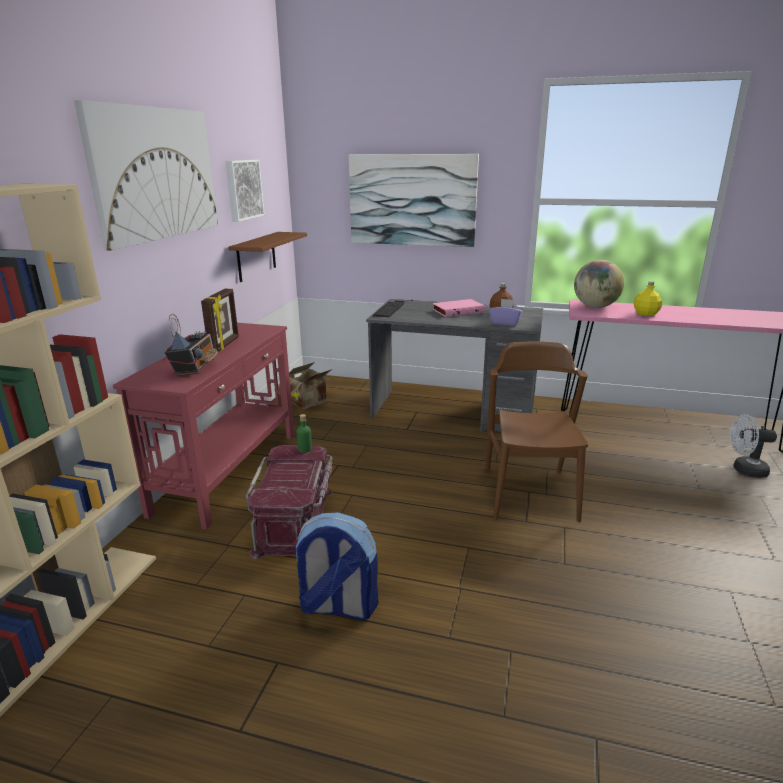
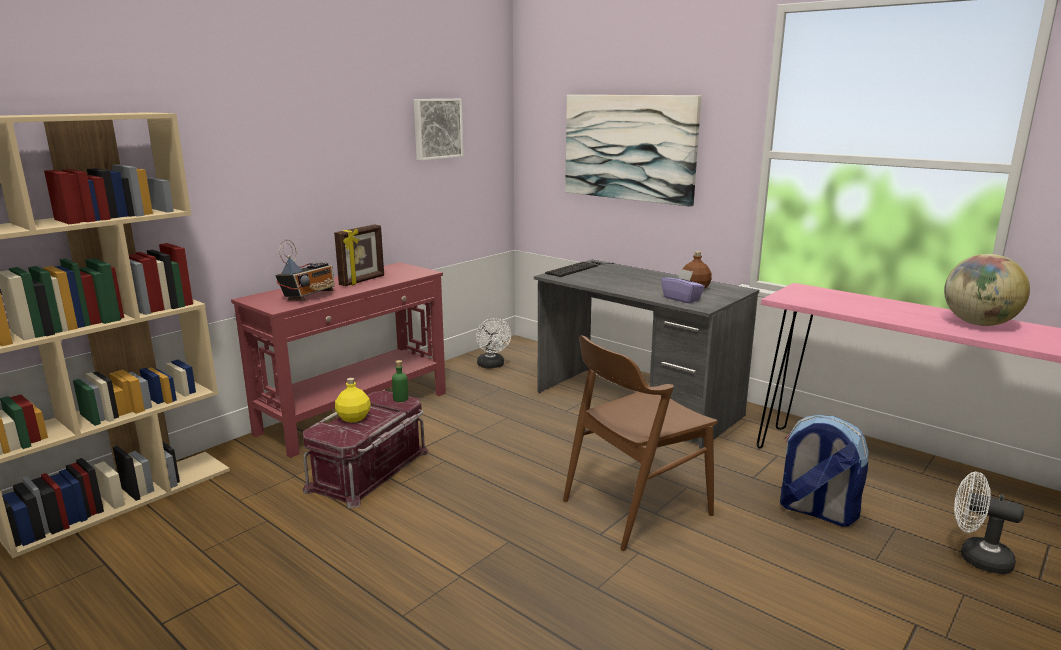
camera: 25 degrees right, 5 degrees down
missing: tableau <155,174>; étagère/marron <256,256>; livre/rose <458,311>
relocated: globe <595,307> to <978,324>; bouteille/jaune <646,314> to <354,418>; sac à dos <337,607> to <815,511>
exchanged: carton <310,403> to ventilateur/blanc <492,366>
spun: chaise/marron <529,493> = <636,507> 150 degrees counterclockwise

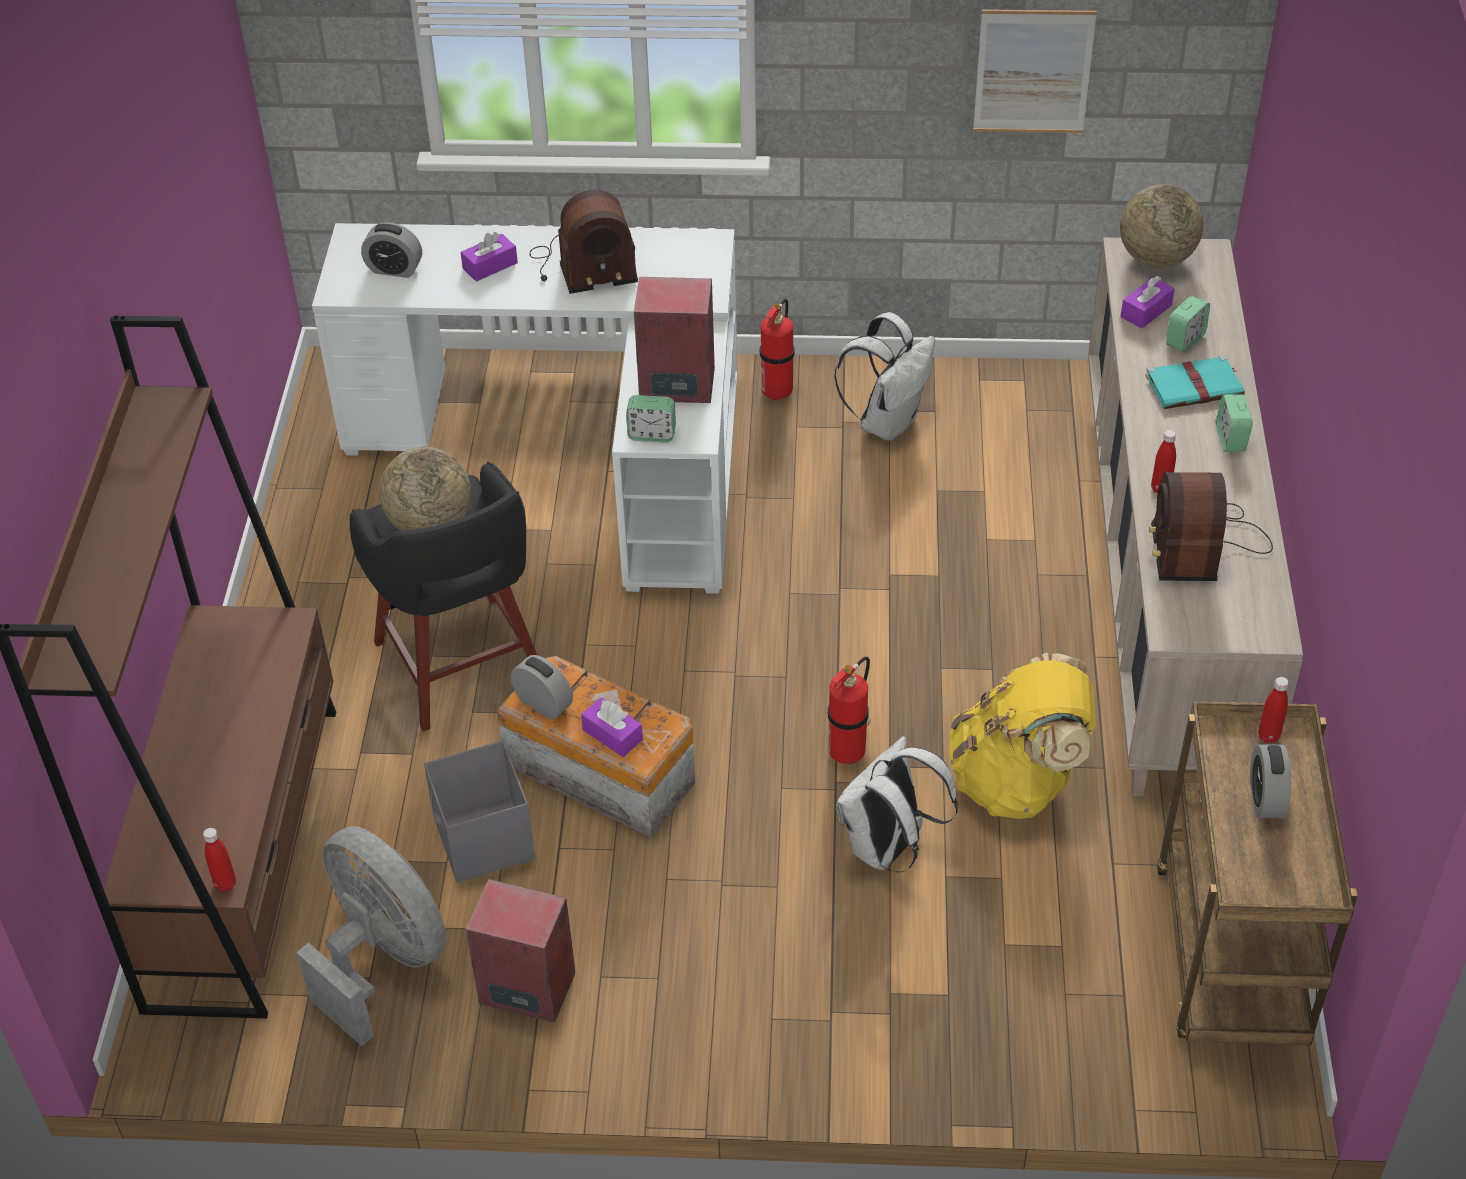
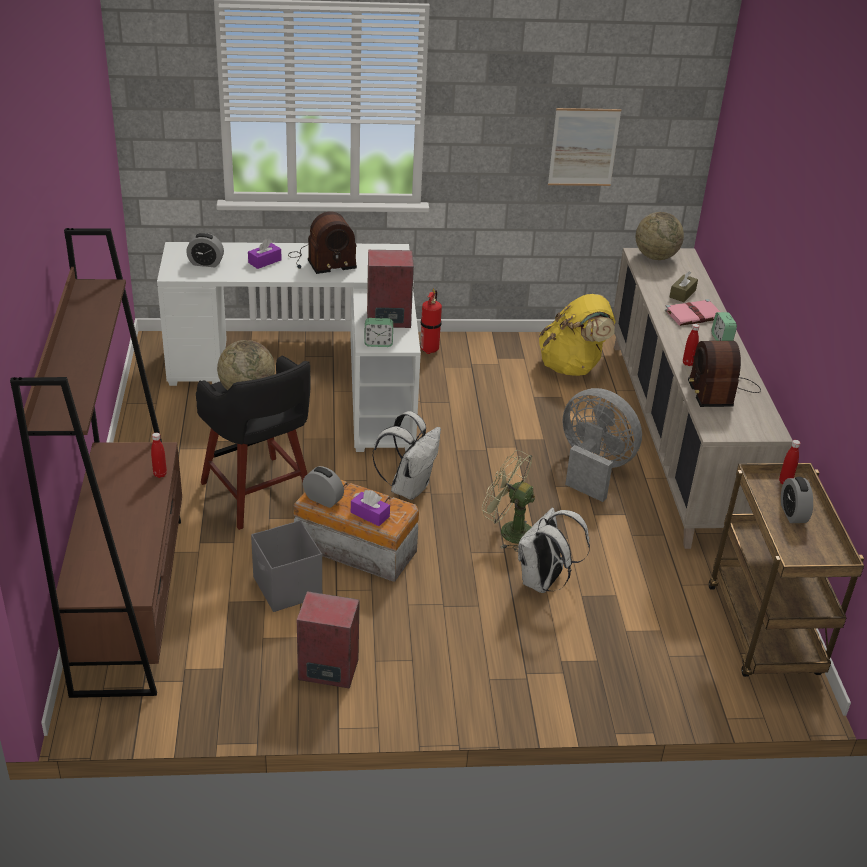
camera: 10 degrees left, 10 degrees down
missing: boîte à mouchoirs/violet <1146,311>
relocated: sac à dos/blanc <887,421> to <409,487>; sac à dos/jaune <1017,781> to <572,366>; ventilateur/gris <382,959> to <593,469>; bouteille/rouge <225,884> to <160,474>
exchanged: réveil <1185,340> to boîte à mouchoirs/marron <682,294>; extincteur <849,751> to ventilateur/vert <509,531>
colour: livre/turquoise <1195,386> to livre/rose <694,315>

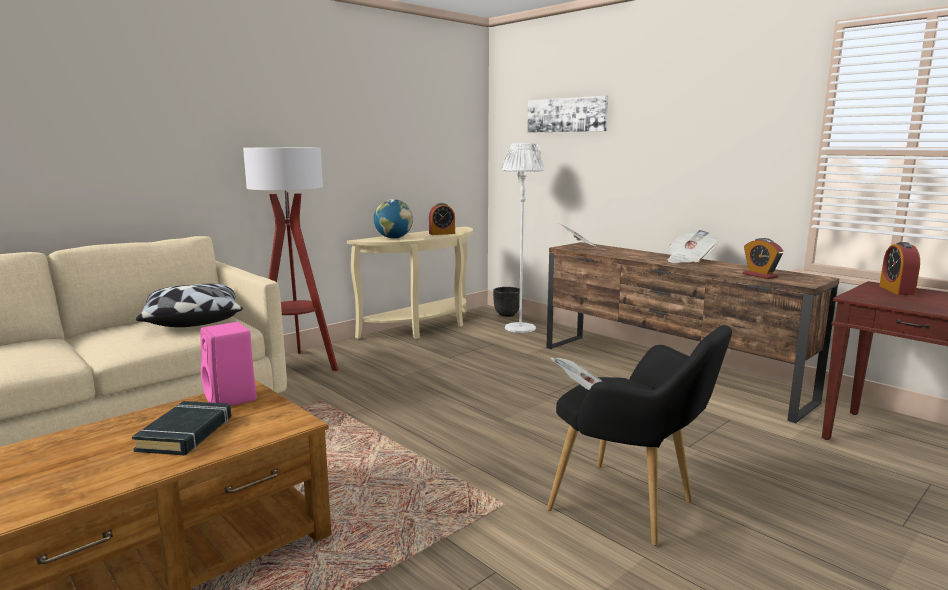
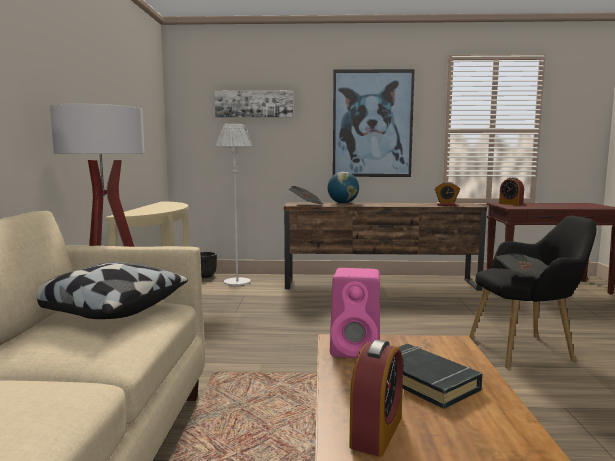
camera: 45 degrees left, 5 degrees down
missing: journal <689,260>
appeared: tableau <372,124>
relocated: globe <393,238> to <343,203>; réveil <442,233> to <376,432>

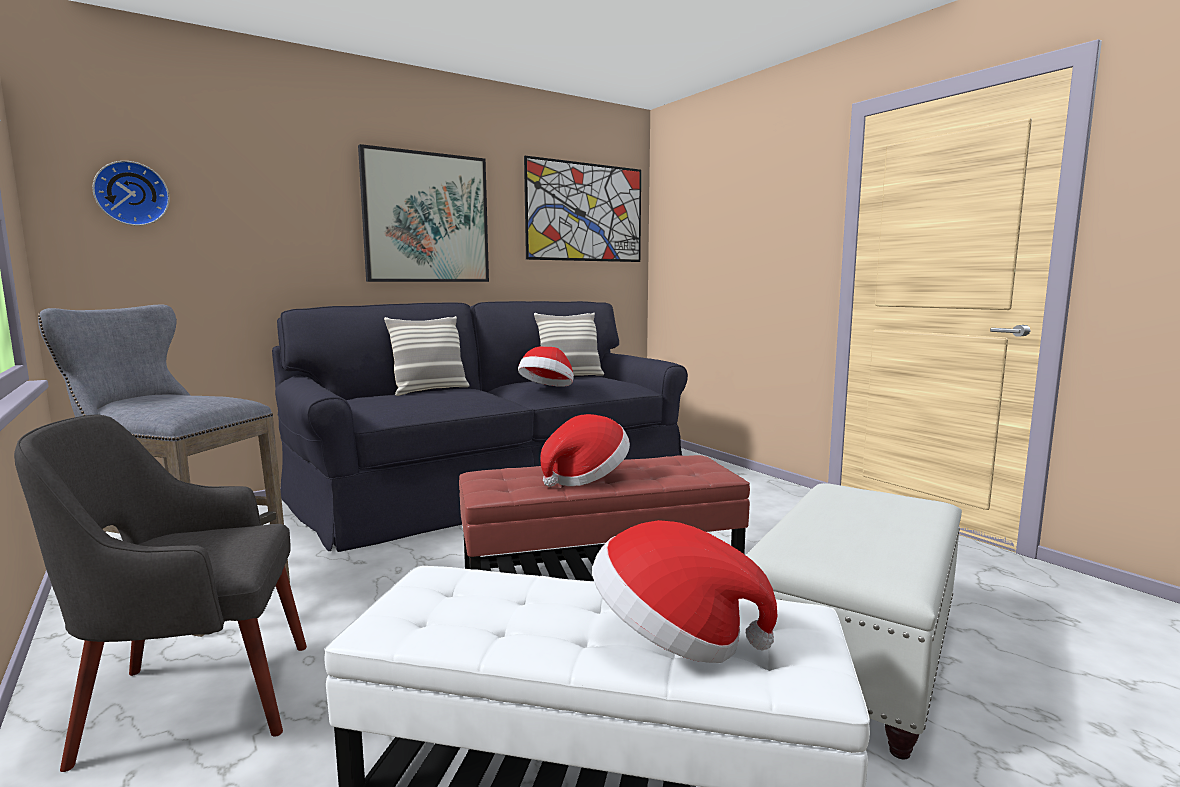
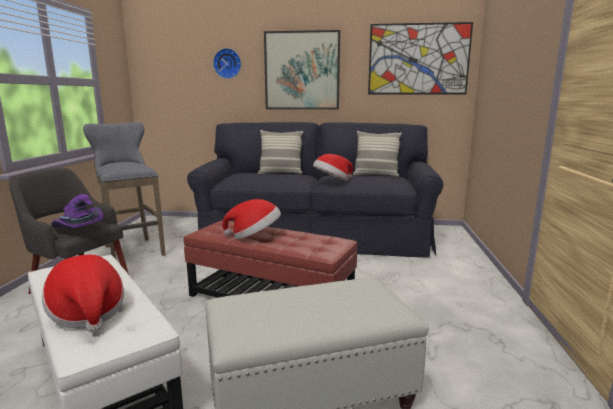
camera: 40 degrees right, 5 degrees up
appeared: chapeau/violet <77,229>
relocated: horloge murale <132,194> to <227,63>

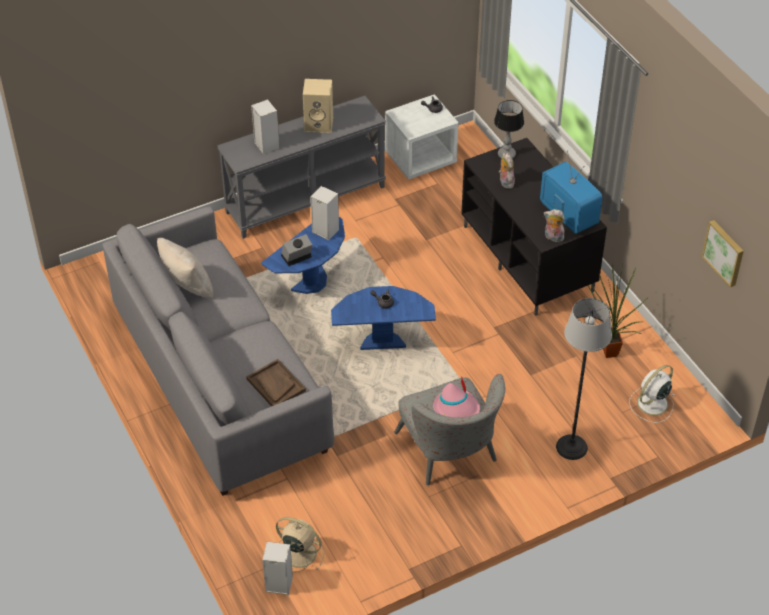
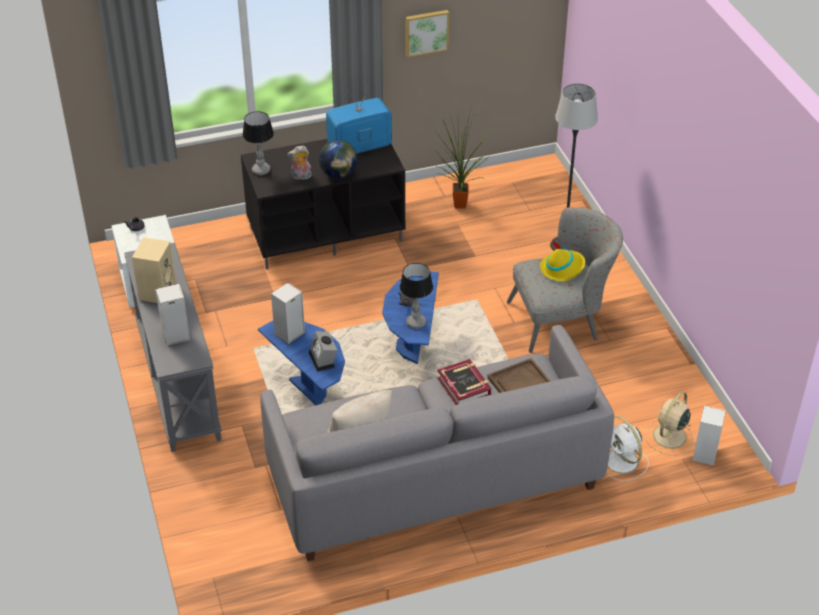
camera: 80 degrees left, 5 degrees down
missing: peluche <553,238>
appeared: globe <339,174>; lampe de table <416,322>; livre <464,387>
relocated: tableau <724,252> to <426,32>; ventilateur/blanc <651,404> to <622,462>
colour: chapeau/rose <457,408> to chapeau/jaune <562,268>

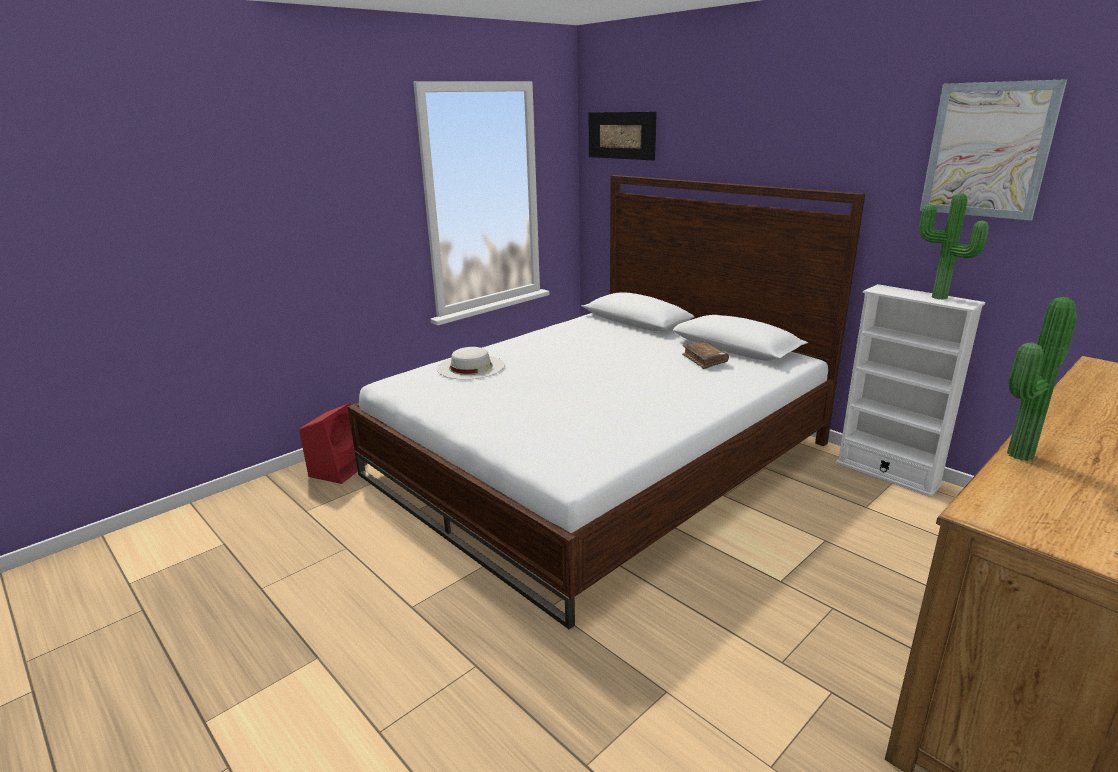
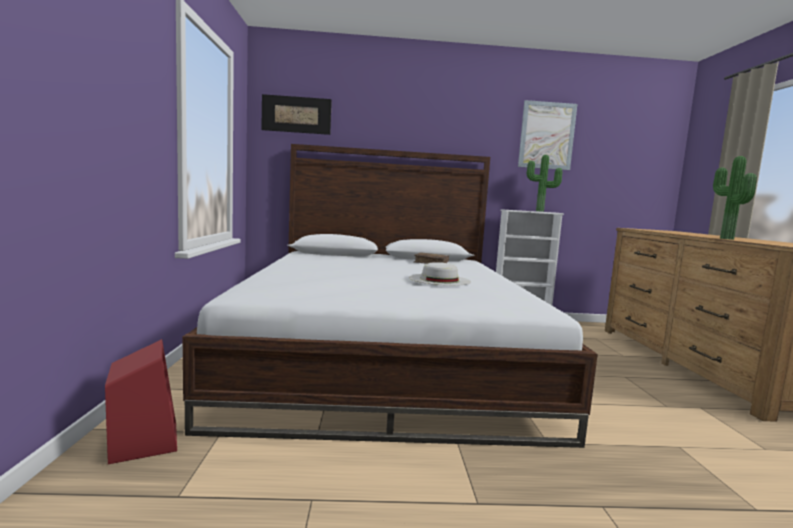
camera: 50 degrees left, 15 degrees down
relocated: chapeau/blanc <471,367> to <439,279>

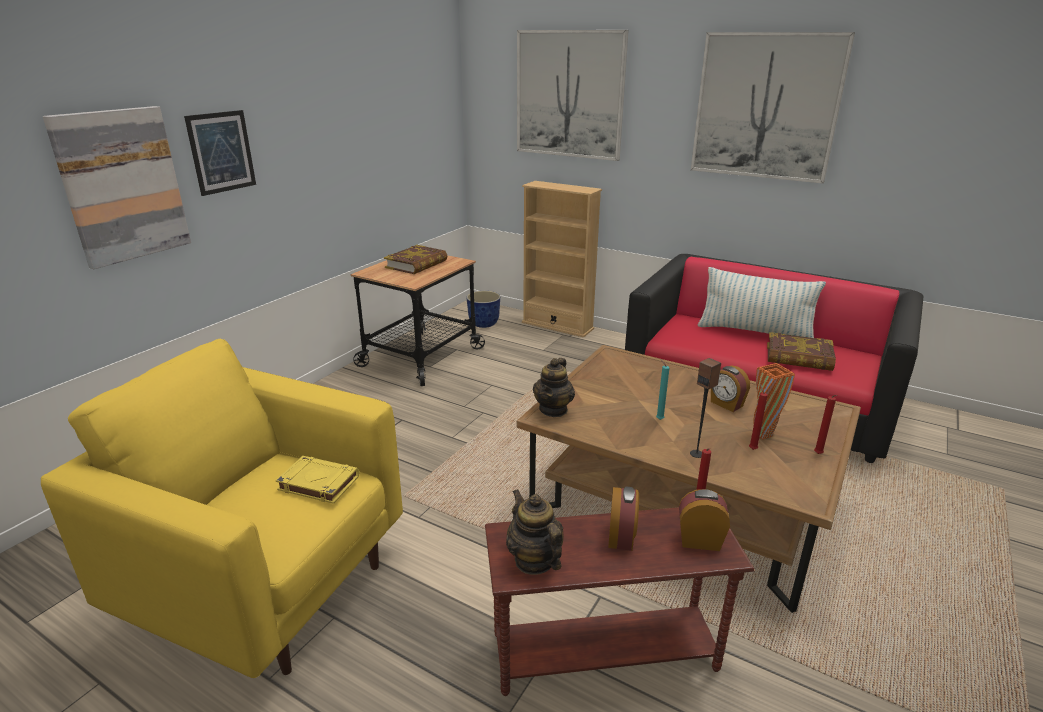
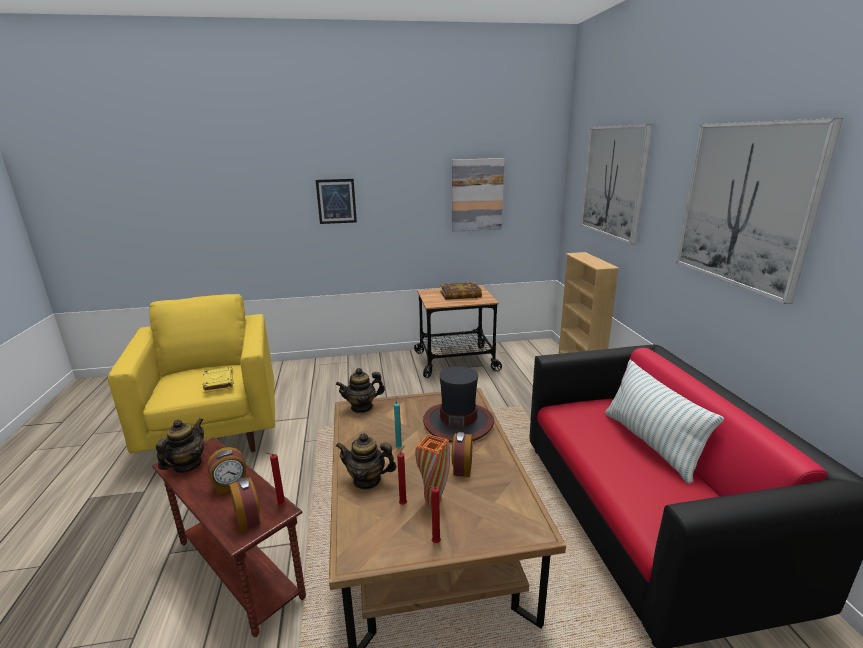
camera: 50 degrees right, 5 degrees down
missing: cache-pot <484,324>; livre <799,357>
appeared: chapeau <458,422>
relocated: tableau <122,185> to <477,195>
exchanged: enceinte <697,454> to théière <367,480>

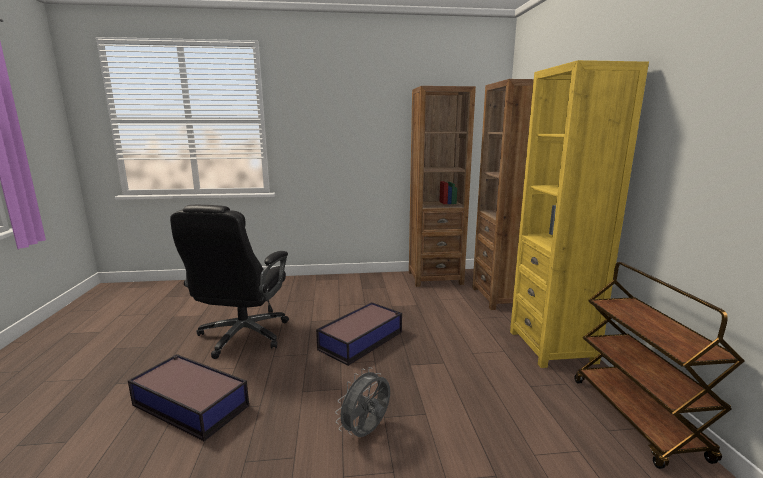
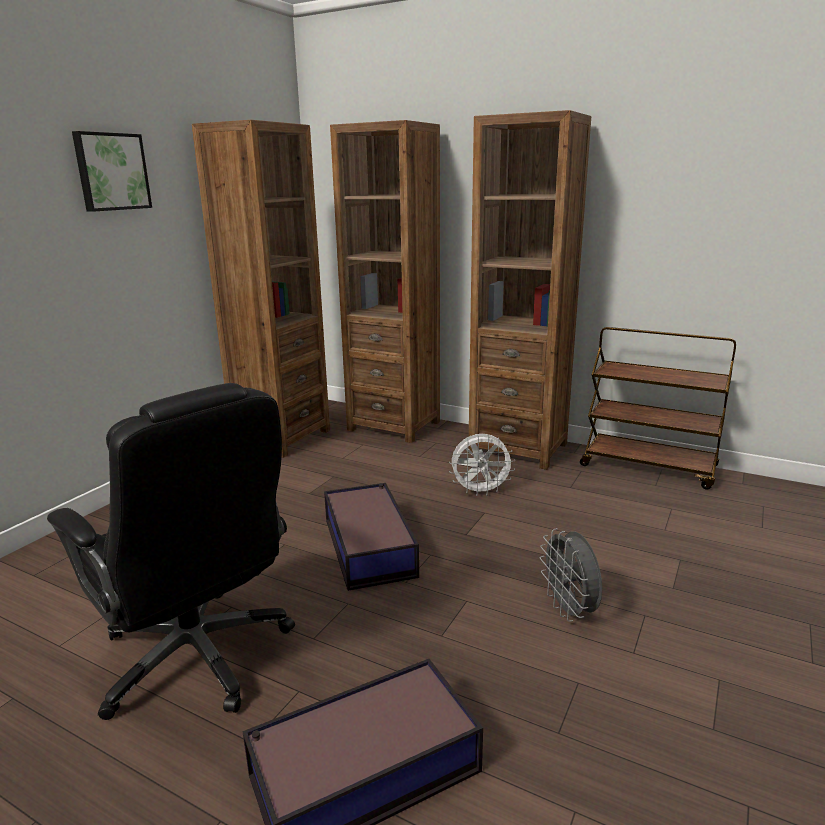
camera: 55 degrees left, 5 degrees up
appeared: tableau <111,172>; ventilateur/blanc <480,491>
colour: bibliothèque/jaune <551,346> to bibliothèque/marron <518,449>

